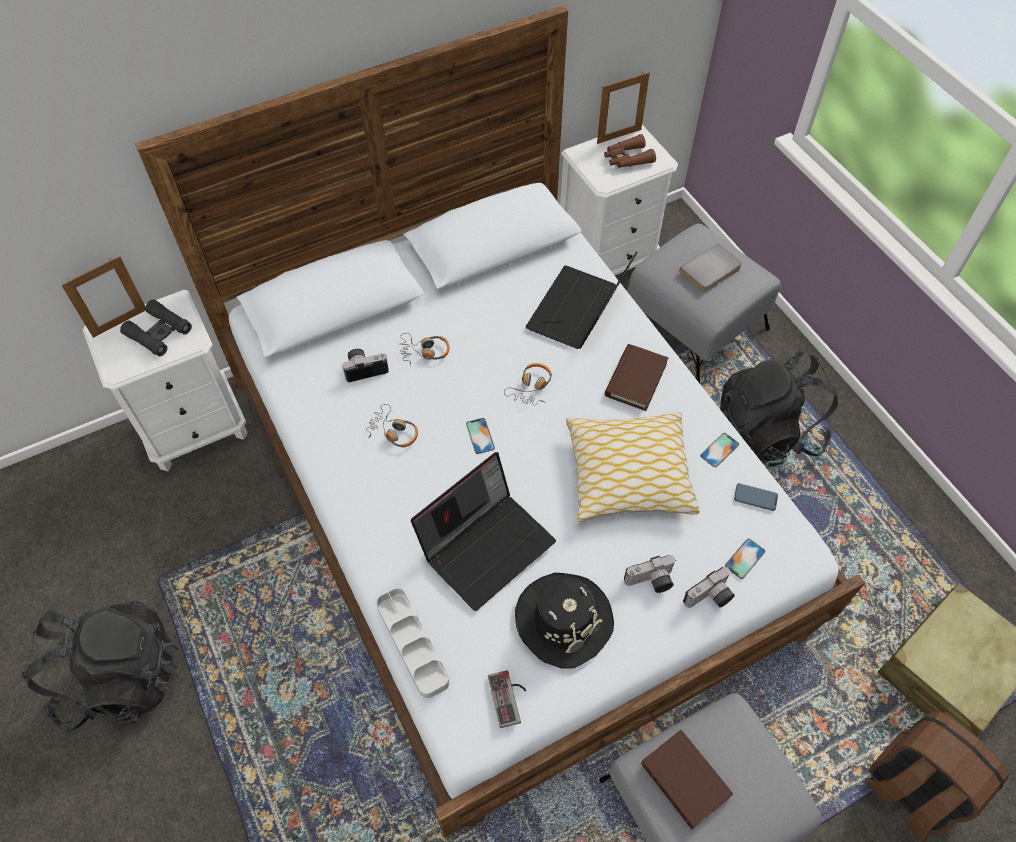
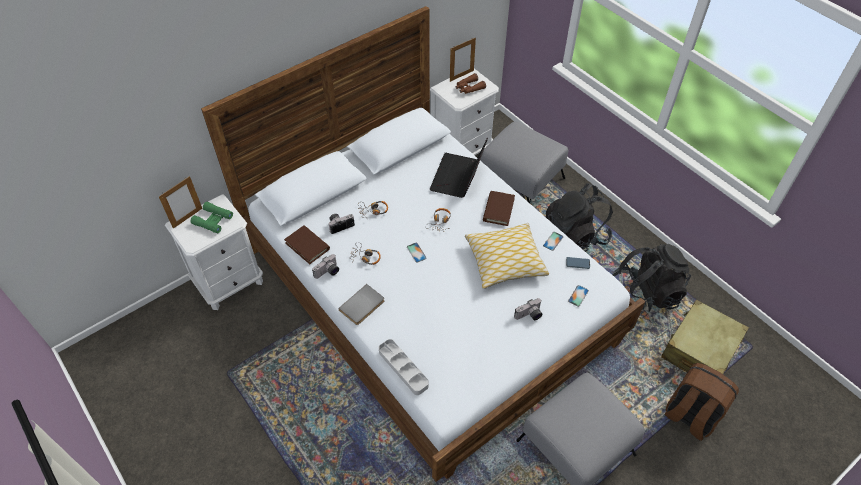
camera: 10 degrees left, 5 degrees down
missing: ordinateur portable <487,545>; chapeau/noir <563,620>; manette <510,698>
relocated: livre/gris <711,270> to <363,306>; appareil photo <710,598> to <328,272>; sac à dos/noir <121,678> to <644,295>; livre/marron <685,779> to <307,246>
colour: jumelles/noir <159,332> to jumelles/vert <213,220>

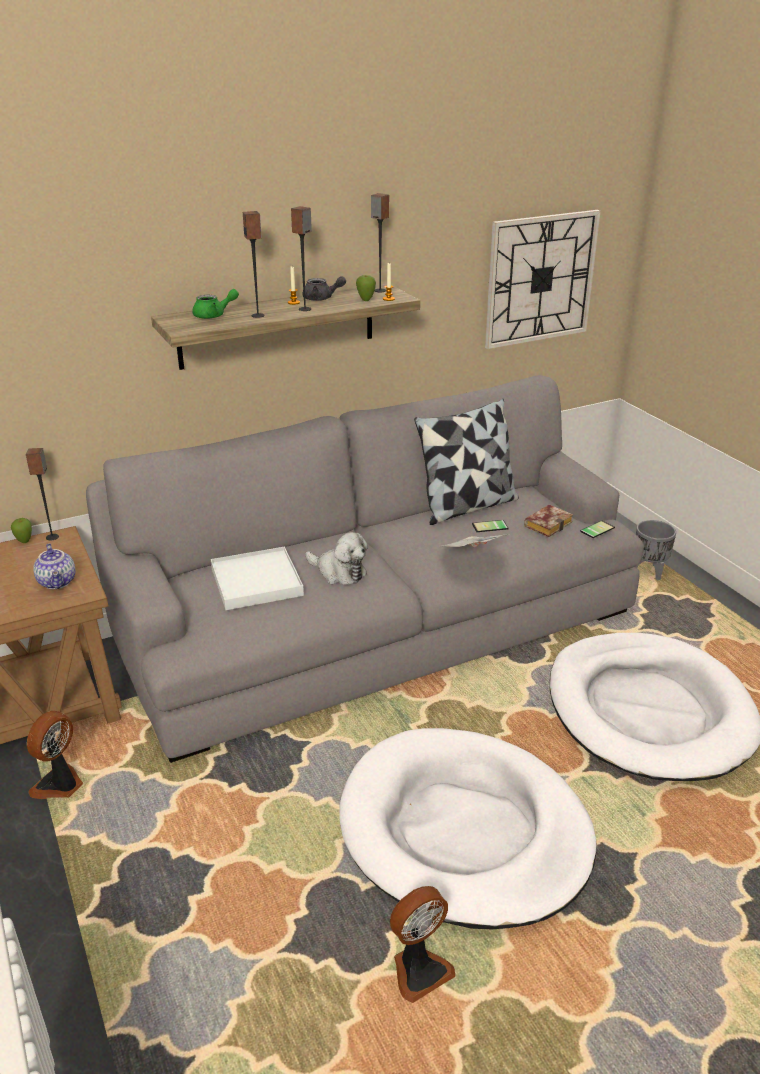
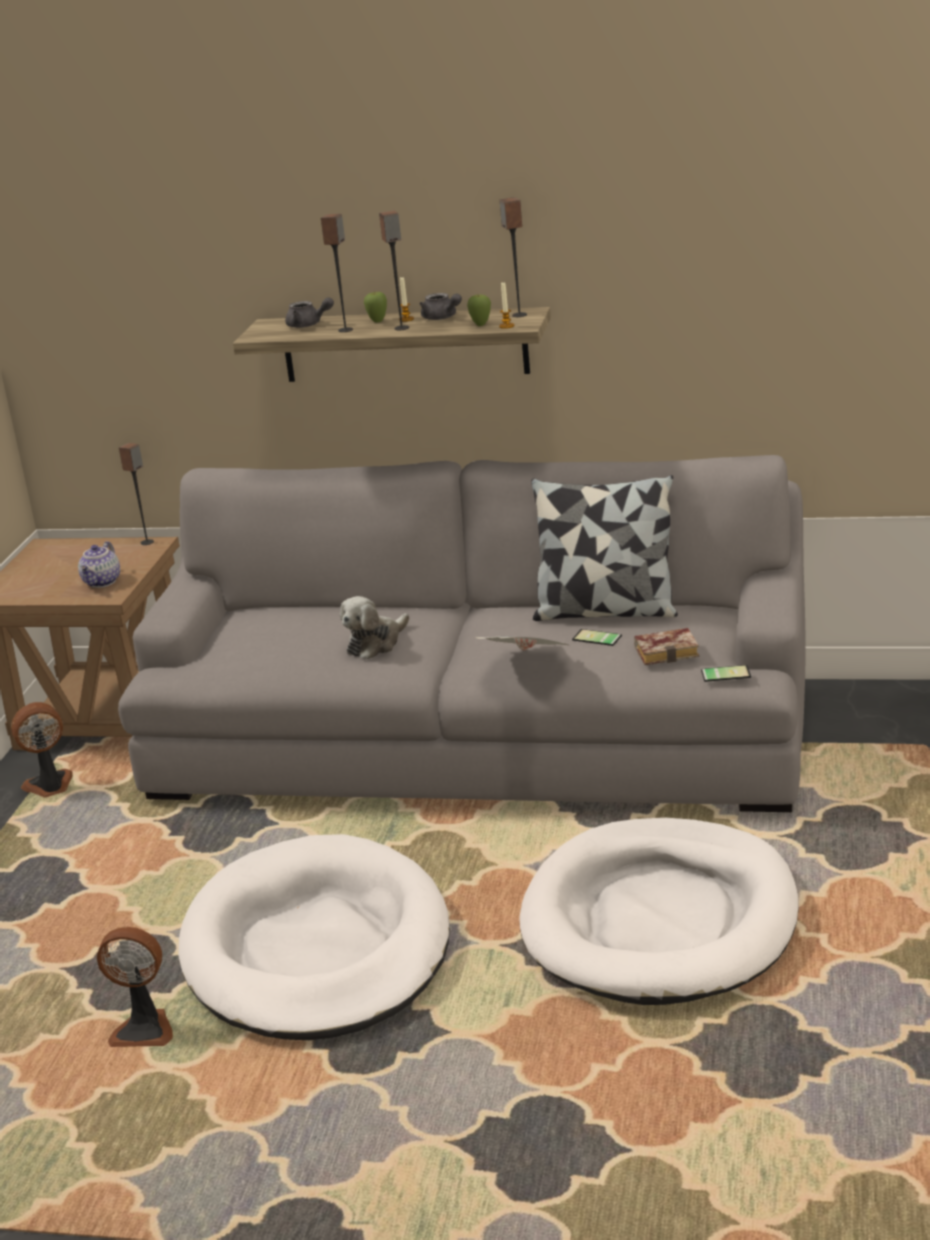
camera: 40 degrees right, 5 degrees down
missing: horloge murale <540,279>; cache-pot/gris <648,573>; plateau/blanc <256,582>
relocated: pomme <24,541> to <377,321>
colour: théière/vert <214,315> to théière/gris <308,325>
spun: peluche <339,572> = <375,643> 60 degrees clockwise

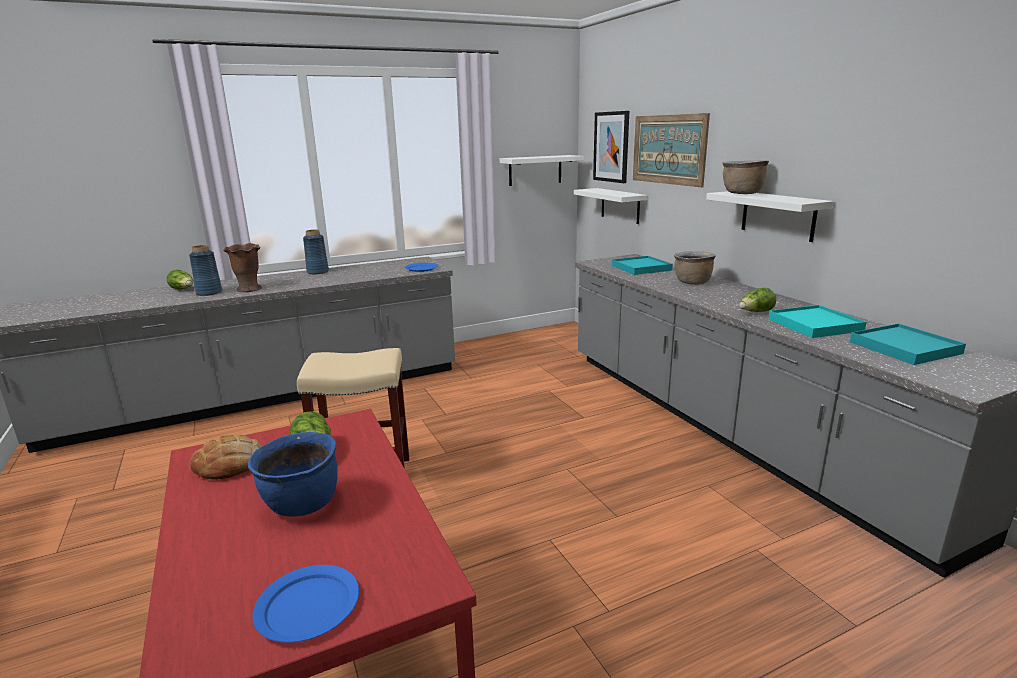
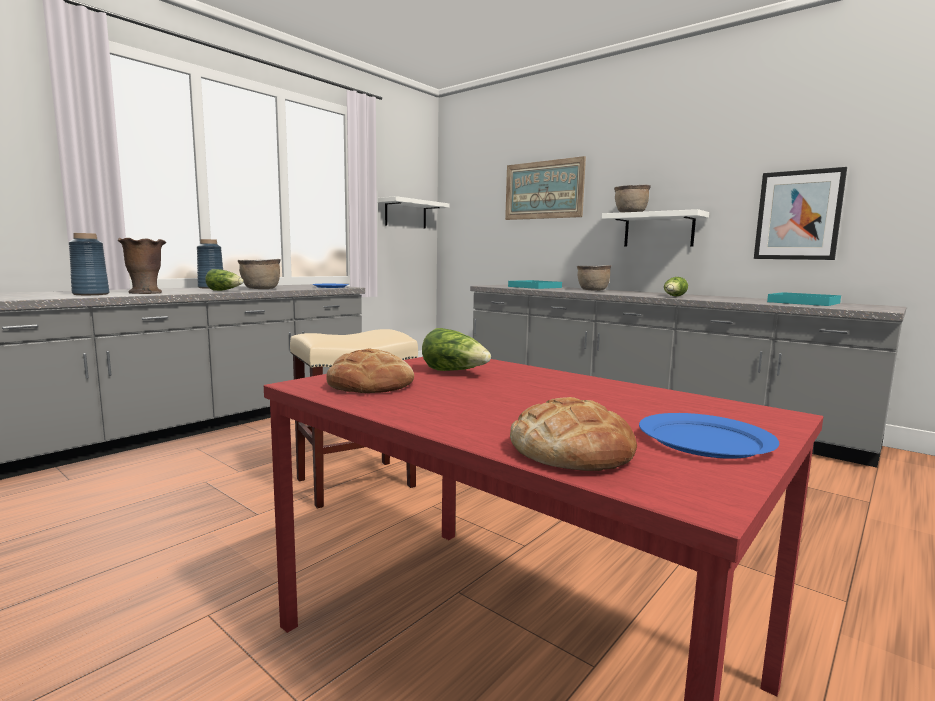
camera: 25 degrees left, 10 degrees down
missing: étagère/blanc <620,205>; plateau/turquoise <815,325>; marmite/bleu <302,504>
appeared: marmite/marron <260,289>; pain <572,450>
relocated: tableau <611,147> to <798,215>; laitue <183,289> to <225,290>

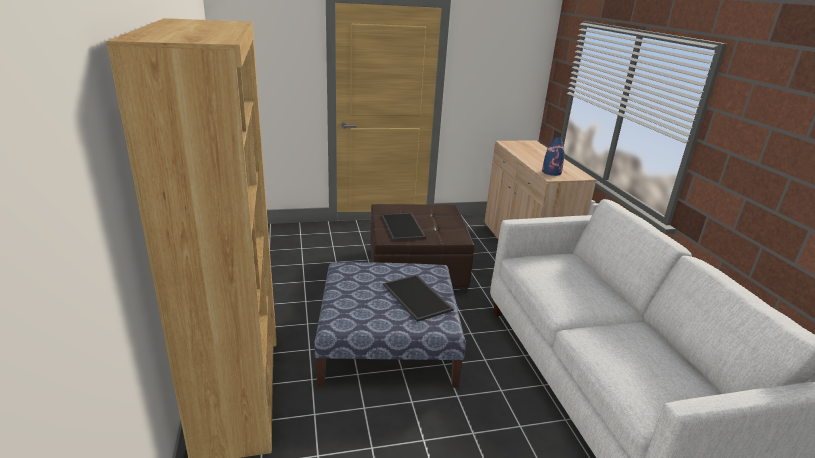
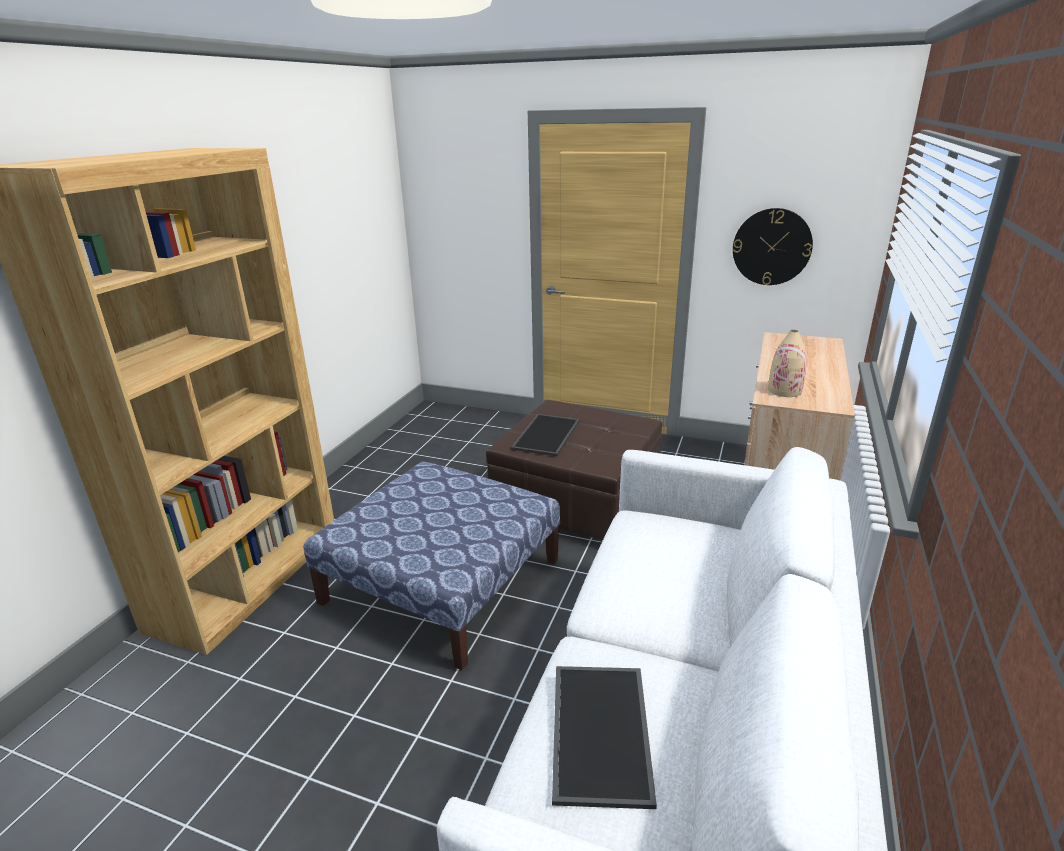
camera: 35 degrees right, 0 degrees up
appeared: horloge murale <771,247>
relocated: plateau <418,297> to <603,733>
colour: vase/bleu <551,172> to vase/beige <785,391>

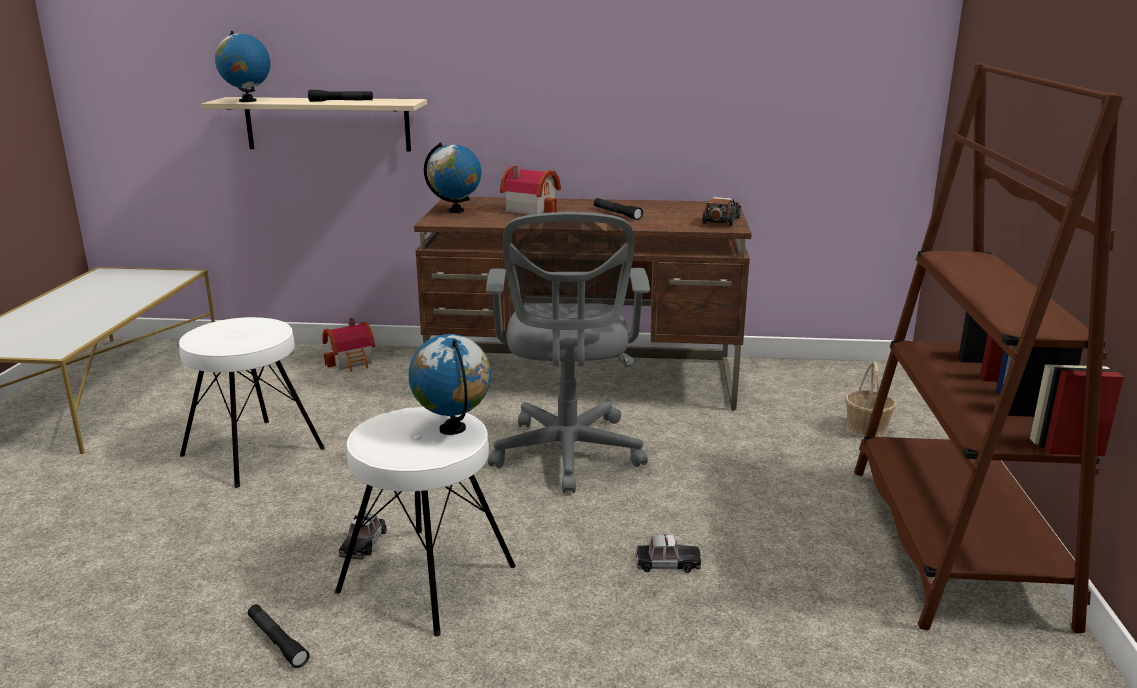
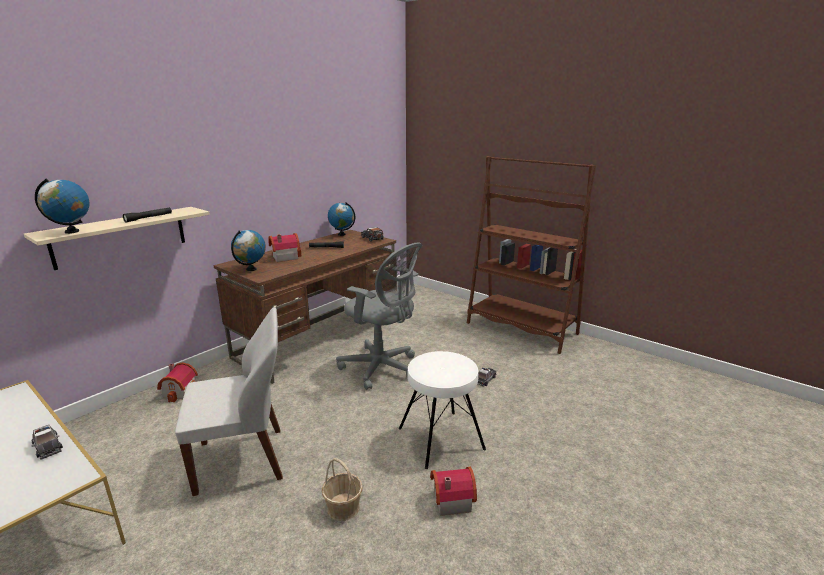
camera: 55 degrees left, 0 degrees up
relocated: globe <453,429> to <341,234>; panier <867,429> to <343,507>; petite voiture <363,543> to <47,446>
exchanged: tabouret/blanc <252,452> to chaise/blanc <244,460>; lampe de poche/noir <277,641> to maison miniature <450,499>

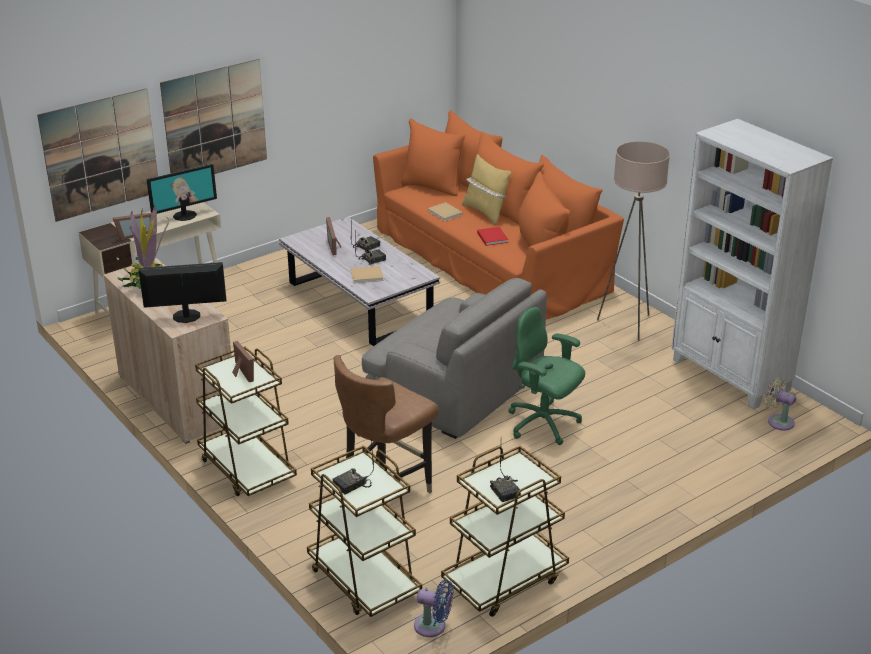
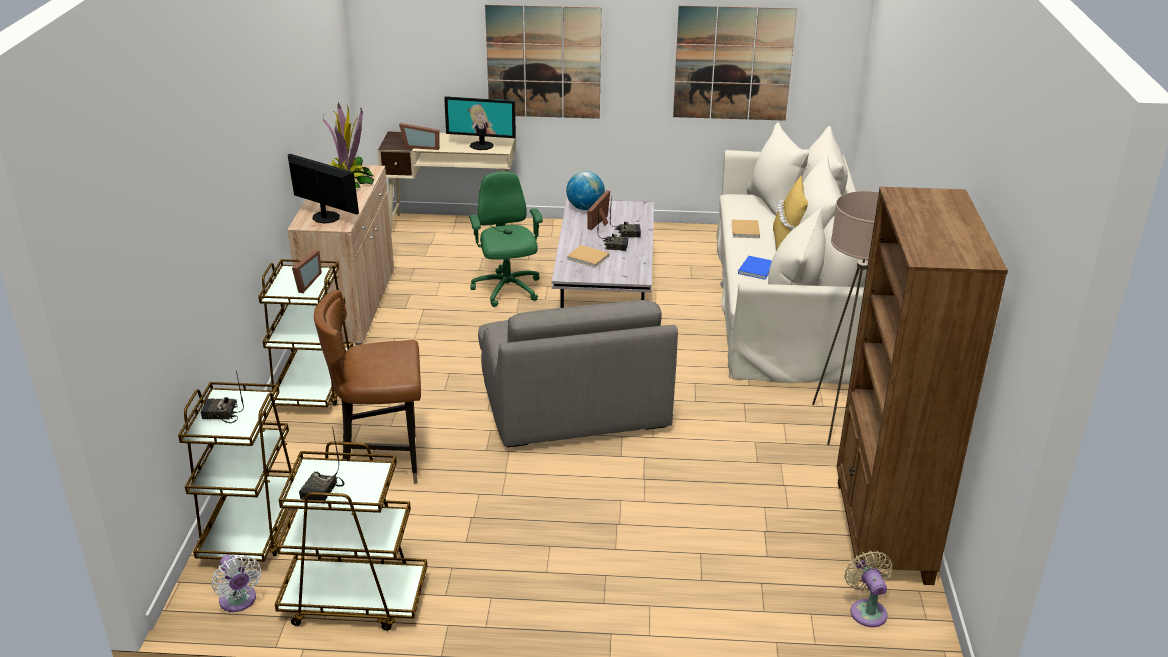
camera: 40 degrees right, 0 degrees up
appeared: globe <585,208>
relocated: tableau <100,154> to <733,63>; chaise de bureau/vert <544,424> to <507,290>
colour: canapé/orange <490,259> to canapé/beige <786,301>; bibliothèque/blanc <730,376> to bibliothèque/marron <881,532>; livre/rouge <492,237> to livre/bleu <757,268>; ventilateur/bleu <433,626> to ventilateur/blanc <239,601>

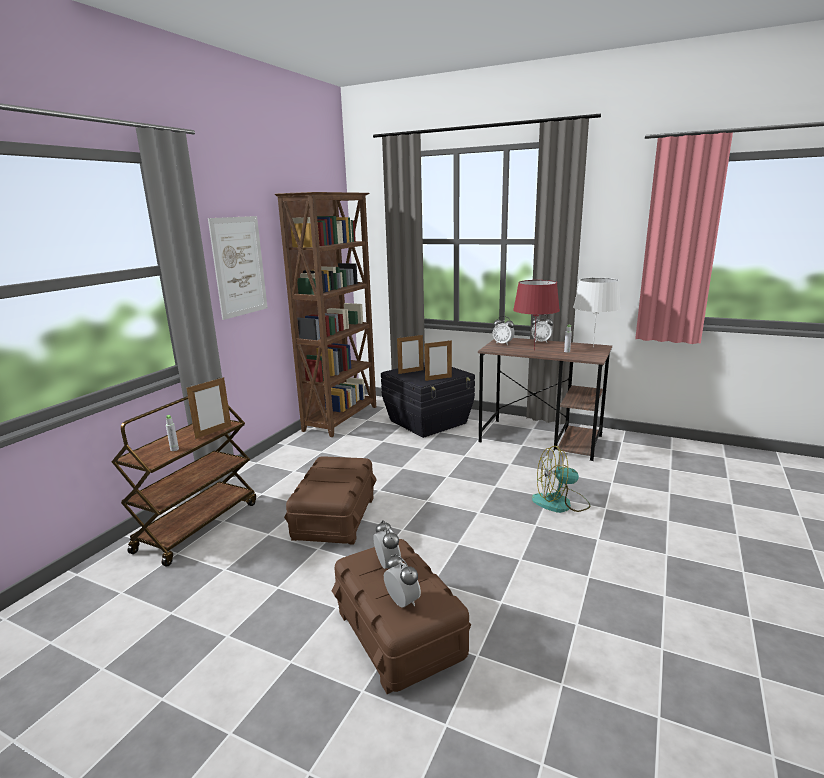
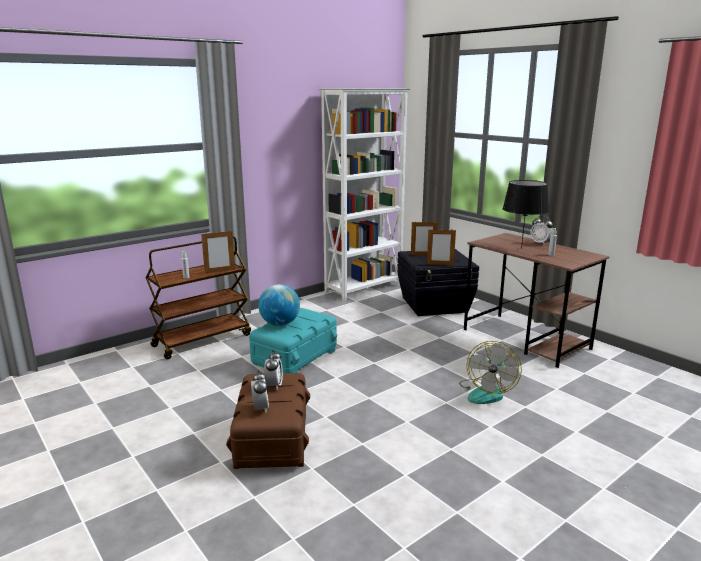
camera: 25 degrees right, 0 degrees up
missing: tableau <239,266>; lampe de table/blanc <593,347>; réveil <503,343>
appeared: globe <279,324>
colour: bibliothèque/marron <342,418> to bibliothèque/blanc <364,288>; lampe de table/rouge <534,350> to lampe de table/noir <521,248>; boîte de rangement/marron <334,517> to boîte de rangement/turquoise <294,357>
spun: ventilateur <560,503> = <487,392> 90 degrees counterclockwise

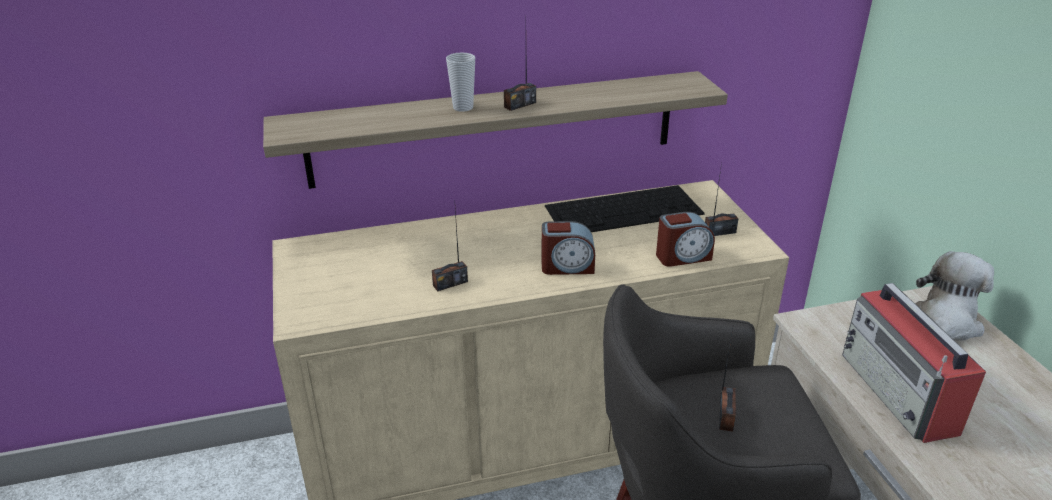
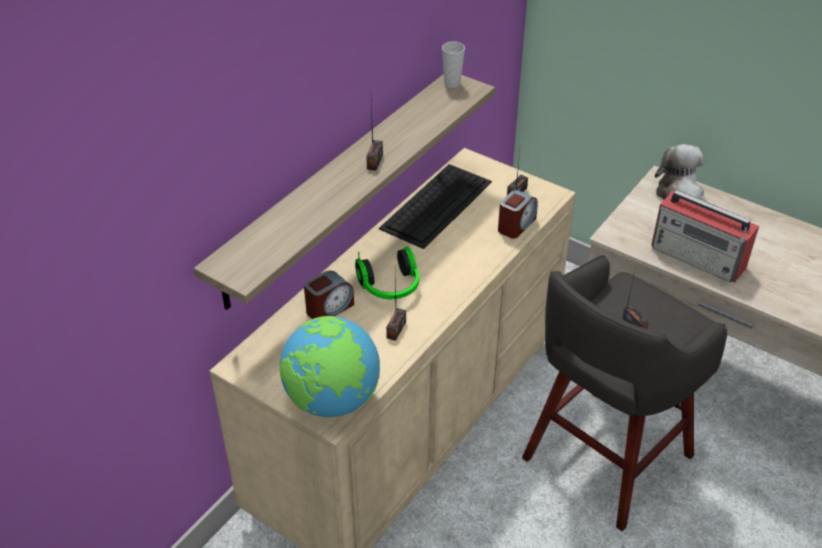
camera: 40 degrees left, 10 degrees up
appeared: casque audio <390,287>; globe <332,400>
relocated: tasse <463,107> to <452,84>; réveil <567,266> to <329,308>

